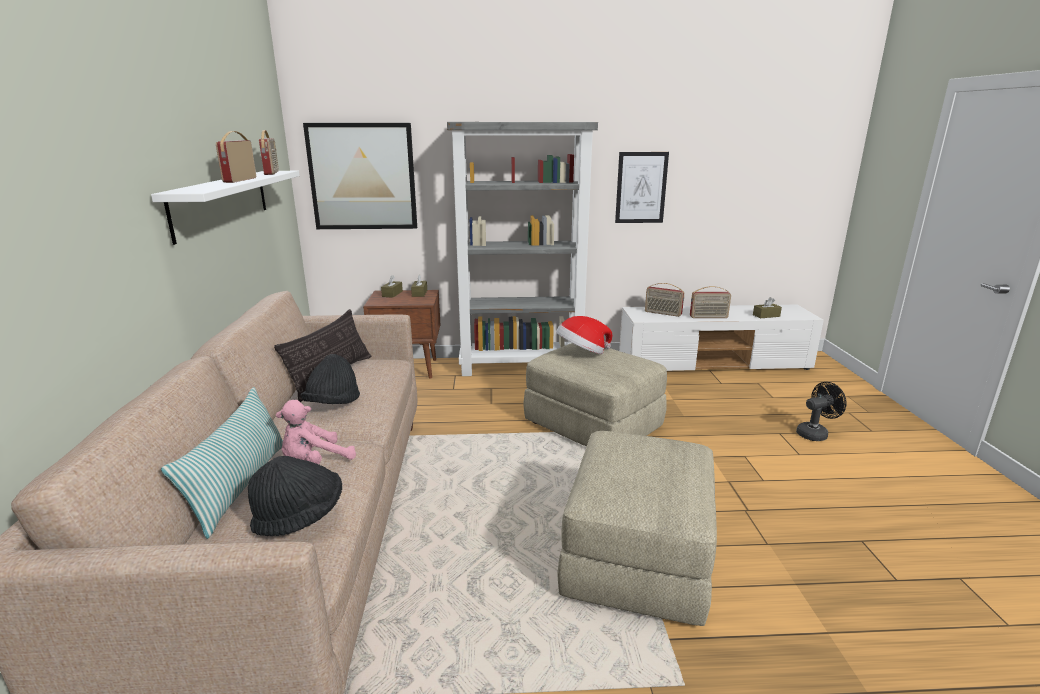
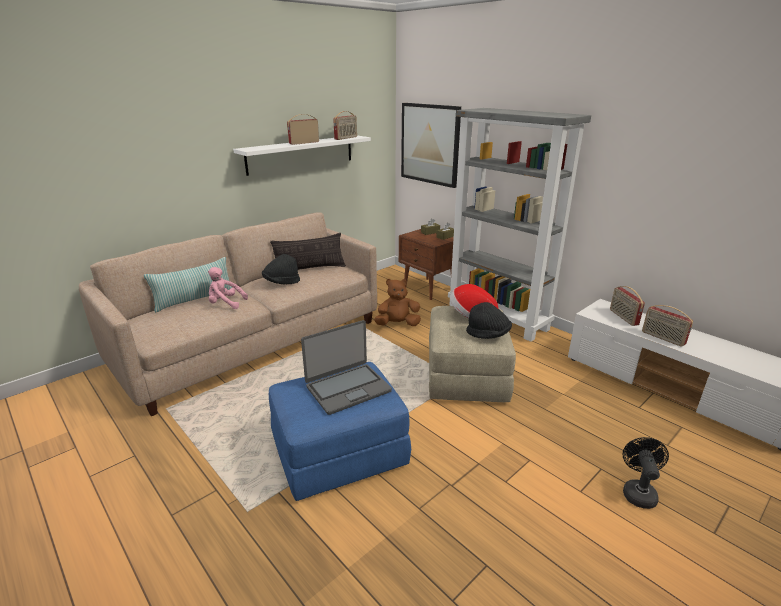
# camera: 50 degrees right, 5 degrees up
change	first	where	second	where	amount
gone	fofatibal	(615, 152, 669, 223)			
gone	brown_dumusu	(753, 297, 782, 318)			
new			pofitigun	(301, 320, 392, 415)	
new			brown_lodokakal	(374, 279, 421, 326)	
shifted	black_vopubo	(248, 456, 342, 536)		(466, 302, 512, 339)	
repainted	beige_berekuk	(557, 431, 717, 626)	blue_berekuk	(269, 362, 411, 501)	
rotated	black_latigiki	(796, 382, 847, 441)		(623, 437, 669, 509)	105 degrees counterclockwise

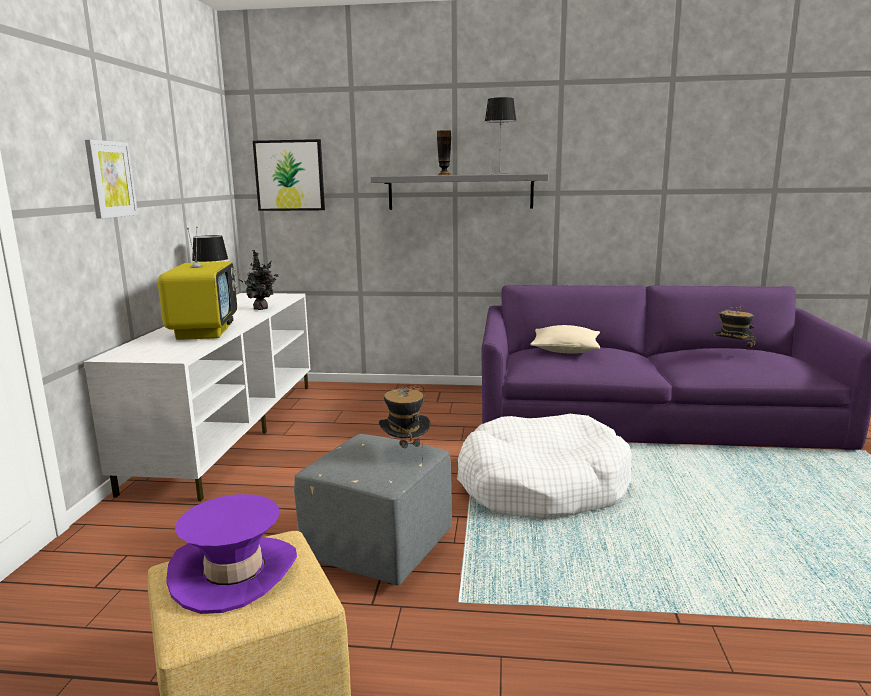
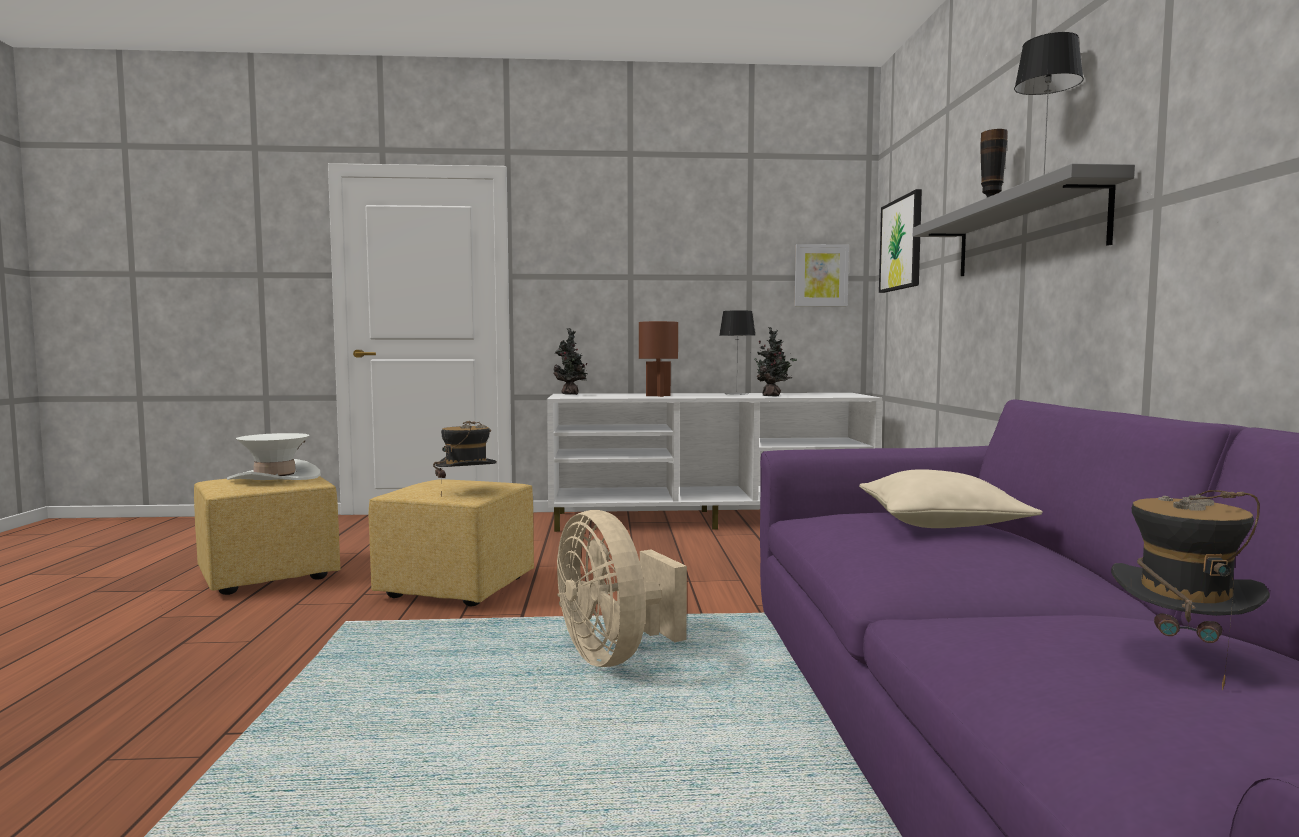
# camera: 80 degrees right, 10 degrees down
change	first	where	second	where	amount
new			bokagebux	(553, 328, 588, 395)	
shifted	fofatibal	(85, 140, 138, 219)		(795, 244, 849, 306)	
swapped	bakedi	(158, 226, 237, 340)	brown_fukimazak	(639, 321, 678, 397)	
swapped	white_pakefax	(457, 414, 632, 519)	beige_latigiki	(557, 510, 687, 667)	
repainted	purple_vopubo	(166, 494, 297, 614)	white_vopubo	(227, 433, 321, 480)	
repainted	grey_berekuk	(294, 434, 452, 585)	yellow_berekuk	(368, 479, 534, 607)	

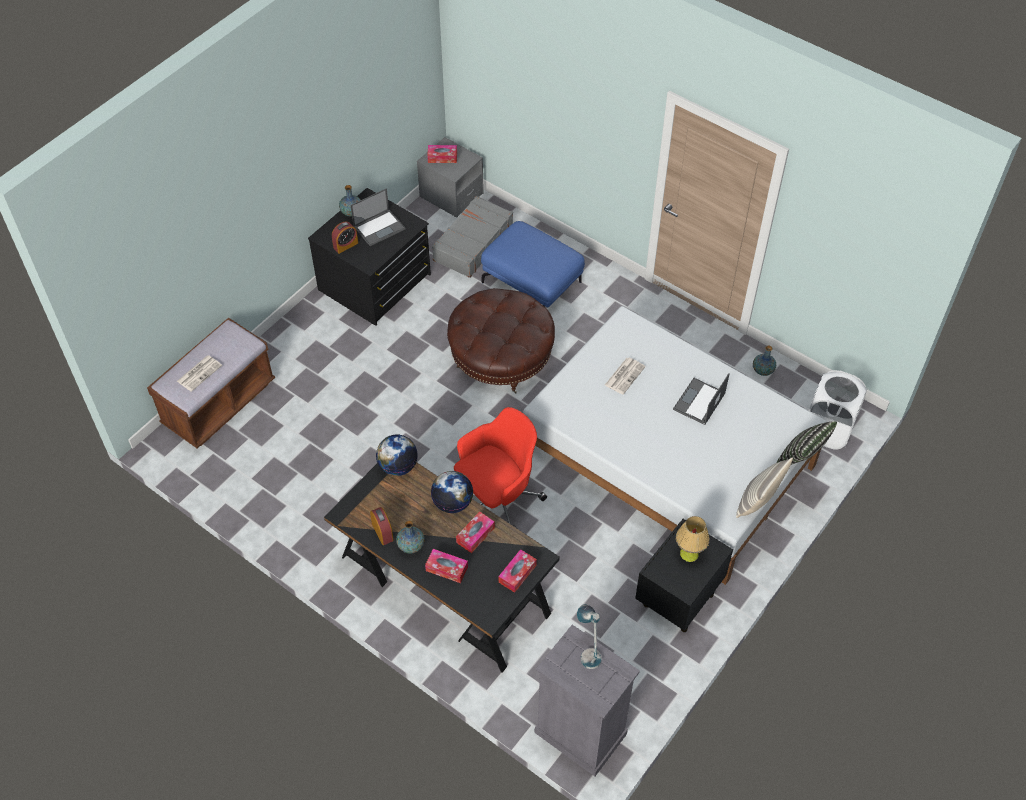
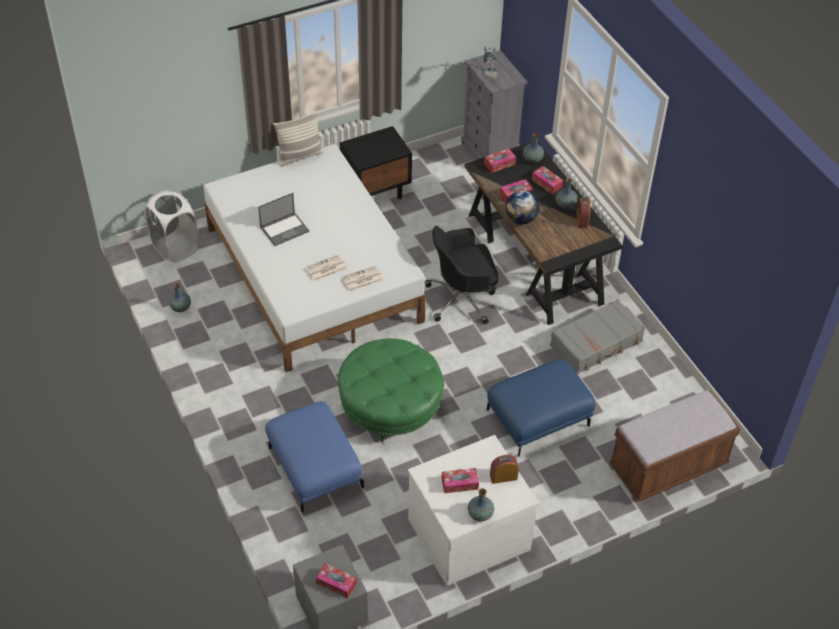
# camera: 155 degrees left, 5 degrees down
change	first	where	second	where	amount
gone	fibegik	(376, 435, 418, 476)			
gone	fukimazak	(676, 516, 710, 562)			
gone	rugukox	(776, 421, 837, 465)			
new			blue_berekuk	(487, 359, 595, 456)	
new			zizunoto	(523, 133, 544, 163)	
shifted	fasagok	(177, 355, 222, 392)		(341, 266, 384, 292)	
shifted	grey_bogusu	(432, 196, 513, 278)		(550, 299, 645, 374)	
swapped	pofitigun	(351, 188, 406, 246)	dumusu	(442, 468, 479, 493)	
repainted	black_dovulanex	(308, 188, 431, 326)	white_dovulanex	(408, 435, 539, 586)	
repainted	brown_berekuk	(447, 288, 555, 393)	green_berekuk	(337, 338, 444, 443)	
repainted	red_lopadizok	(454, 407, 547, 528)	black_lopadizok	(425, 226, 498, 324)	

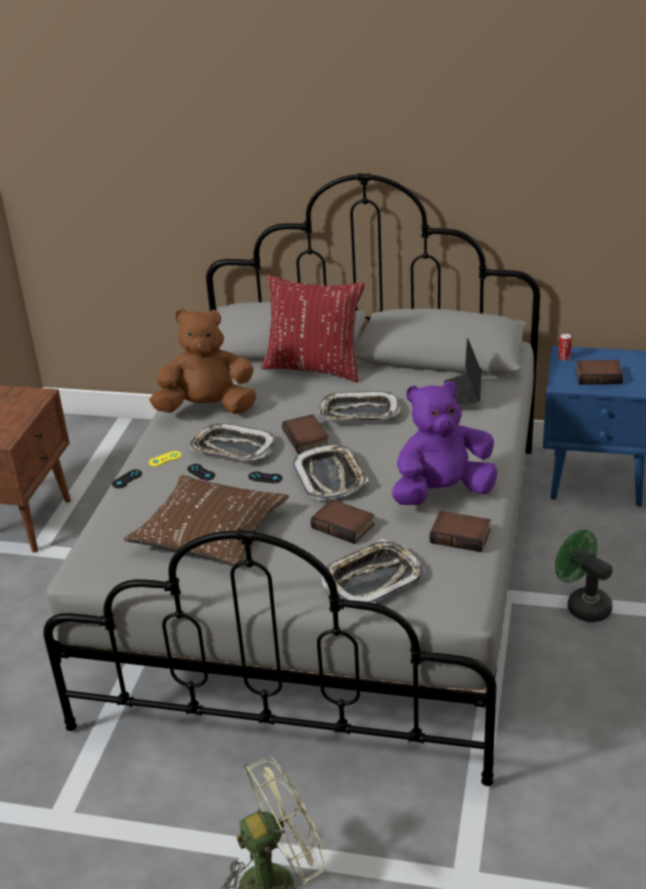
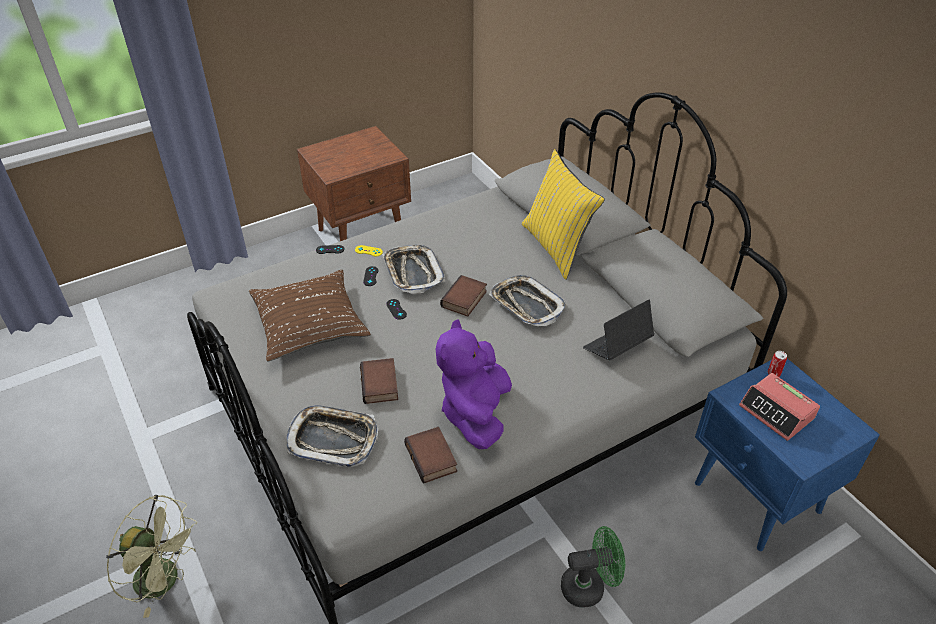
# camera: 45 degrees right, 10 degrees up
change	first	where	second	where	amount
gone	brown_lodokakal	(150, 309, 256, 414)			
gone	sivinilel	(292, 444, 369, 500)			
swapped	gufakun	(576, 360, 623, 385)	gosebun	(739, 373, 820, 441)	
repainted	red_rugukox	(261, 274, 365, 382)	yellow_rugukox	(522, 149, 605, 280)	
rotated	purple_lodokakal	(392, 381, 498, 505)		(436, 319, 512, 449)	105 degrees counterclockwise
rotated	green_latigiki	(555, 530, 612, 622)		(561, 526, 625, 607)	75 degrees clockwise

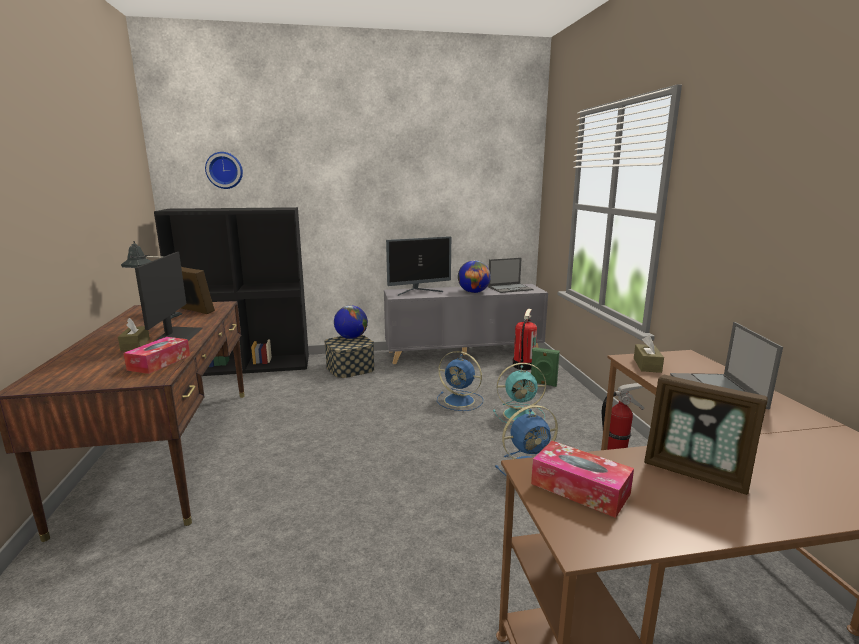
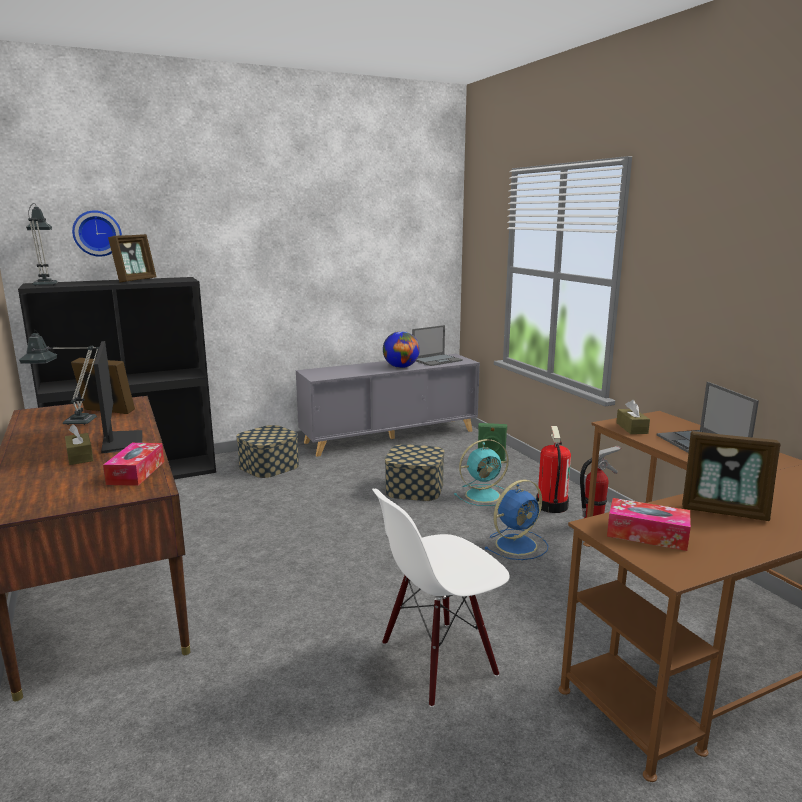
# camera: 15 degrees left, 0 degrees up
change	first	where	second	where	amount
gone	fibegik	(334, 305, 368, 339)			
gone	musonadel	(386, 236, 451, 296)			
new			fukimazak	(26, 203, 58, 286)	
new			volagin	(108, 234, 157, 282)	
new			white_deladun	(372, 489, 509, 707)	
shifted	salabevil	(513, 309, 537, 370)		(536, 426, 571, 513)	
swapped	blue_latigiki	(437, 351, 483, 411)	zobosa	(385, 444, 445, 501)	

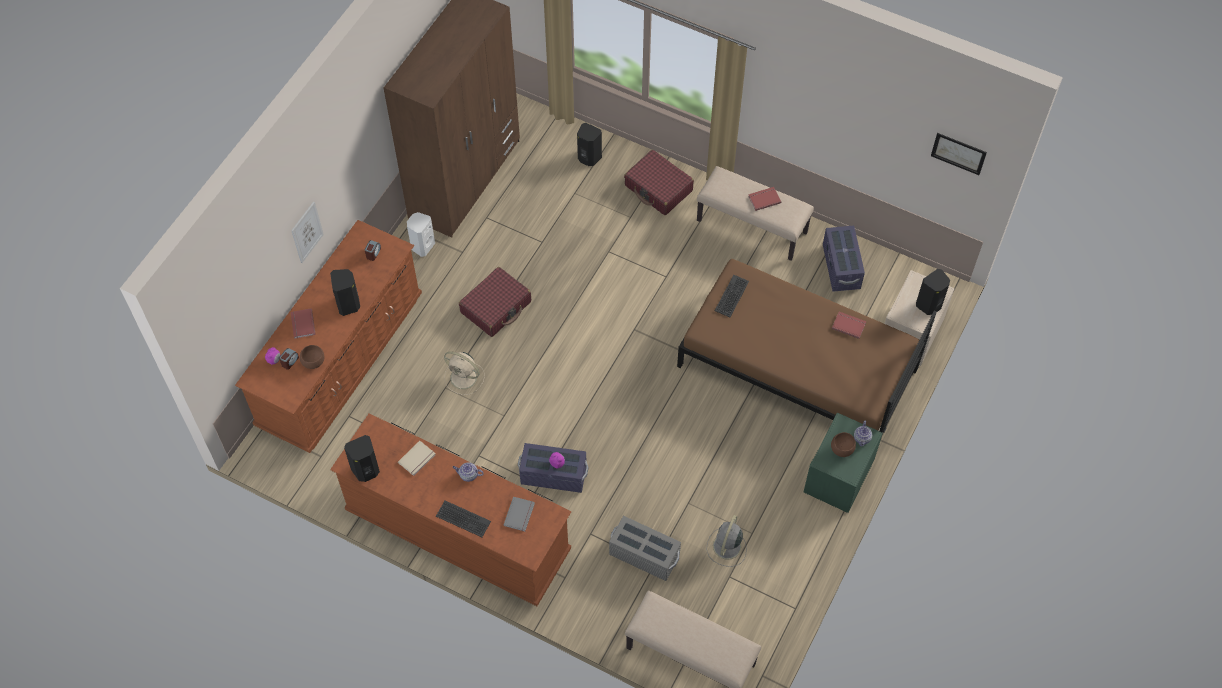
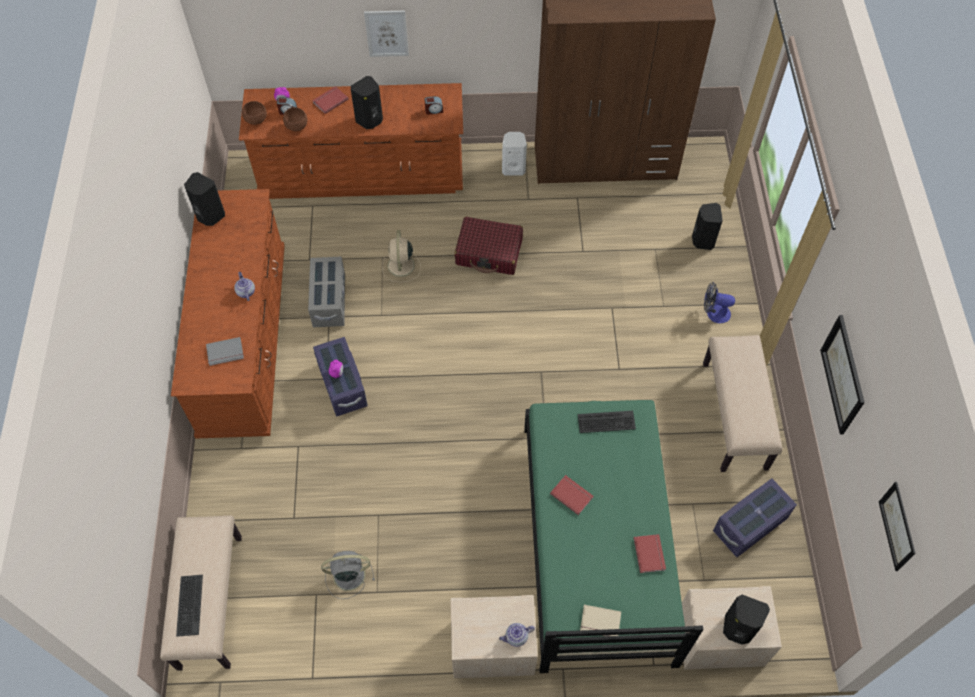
# camera: 60 degrees right, 0 degrees up
change	first	where	second	where	amount
new			fofatibal	(820, 315, 865, 435)	
shifted	beige_gufakun	(398, 441, 436, 476)		(580, 605, 621, 636)	
shifted	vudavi	(436, 501, 491, 537)		(176, 575, 203, 637)	
shifted	grey_zobosa	(609, 516, 681, 581)		(308, 257, 345, 327)	
shifted	red_gufakun	(748, 187, 781, 211)		(550, 475, 593, 515)	
shifted	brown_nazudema	(831, 432, 856, 457)		(242, 101, 267, 125)	
swapped	red_bogusu	(624, 150, 694, 215)	latigiki	(704, 282, 735, 323)	
repainted	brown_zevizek	(677, 259, 937, 433)	green_zevizek	(524, 400, 704, 673)	
repainted	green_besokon	(804, 413, 883, 513)	beige_besokon	(451, 595, 538, 678)	

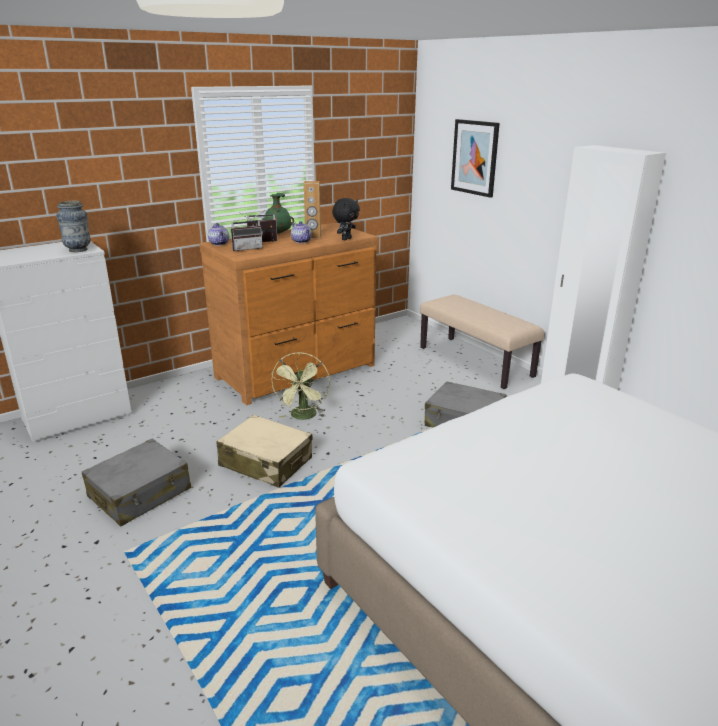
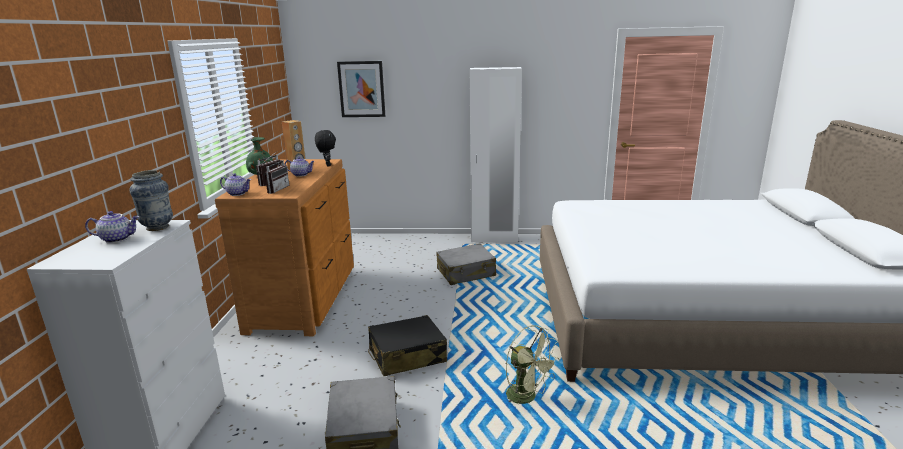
# camera: 50 degrees left, 5 degrees down
change	first	where	second	where	amount
gone	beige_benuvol	(420, 295, 544, 389)			
new			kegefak	(85, 211, 139, 243)	
shifted	green_latigiki	(271, 352, 330, 420)		(506, 325, 560, 404)	
repainted	beige_bogusu	(217, 415, 312, 488)	black_bogusu	(368, 315, 447, 376)	

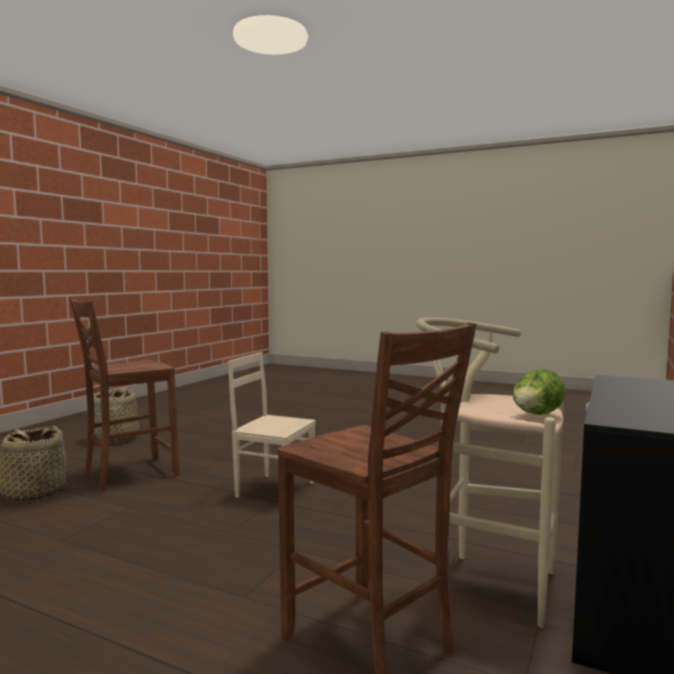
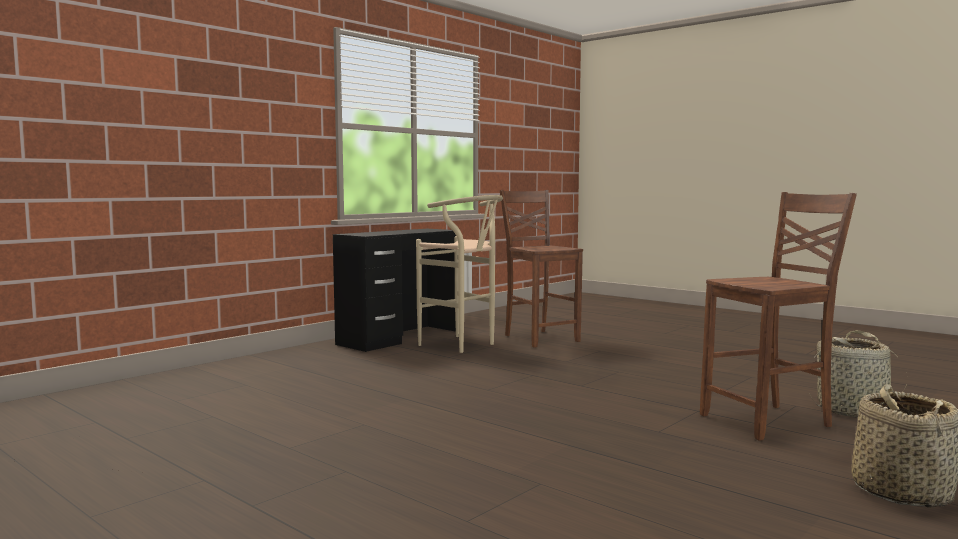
# camera: 165 degrees left, 0 degrees up
change	first	where	second	where	amount
gone	beige_deladun	(228, 352, 316, 498)			
gone	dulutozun	(513, 369, 566, 415)			

